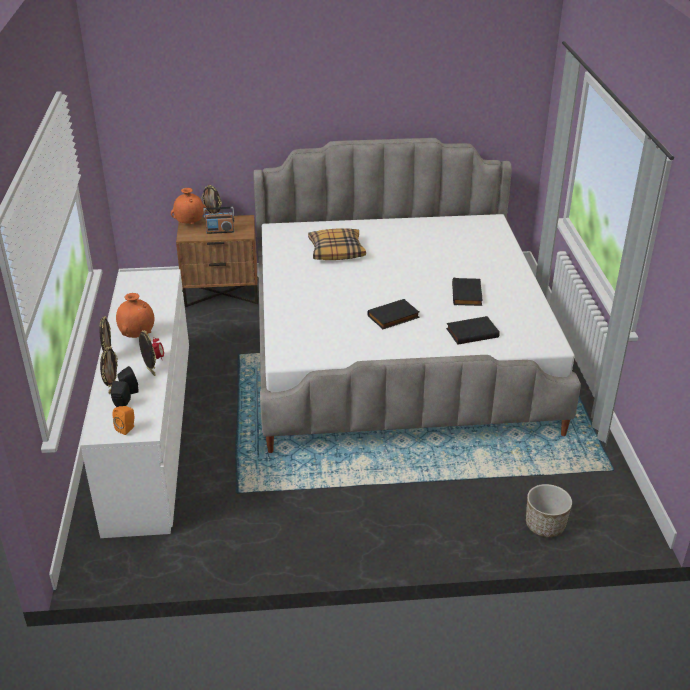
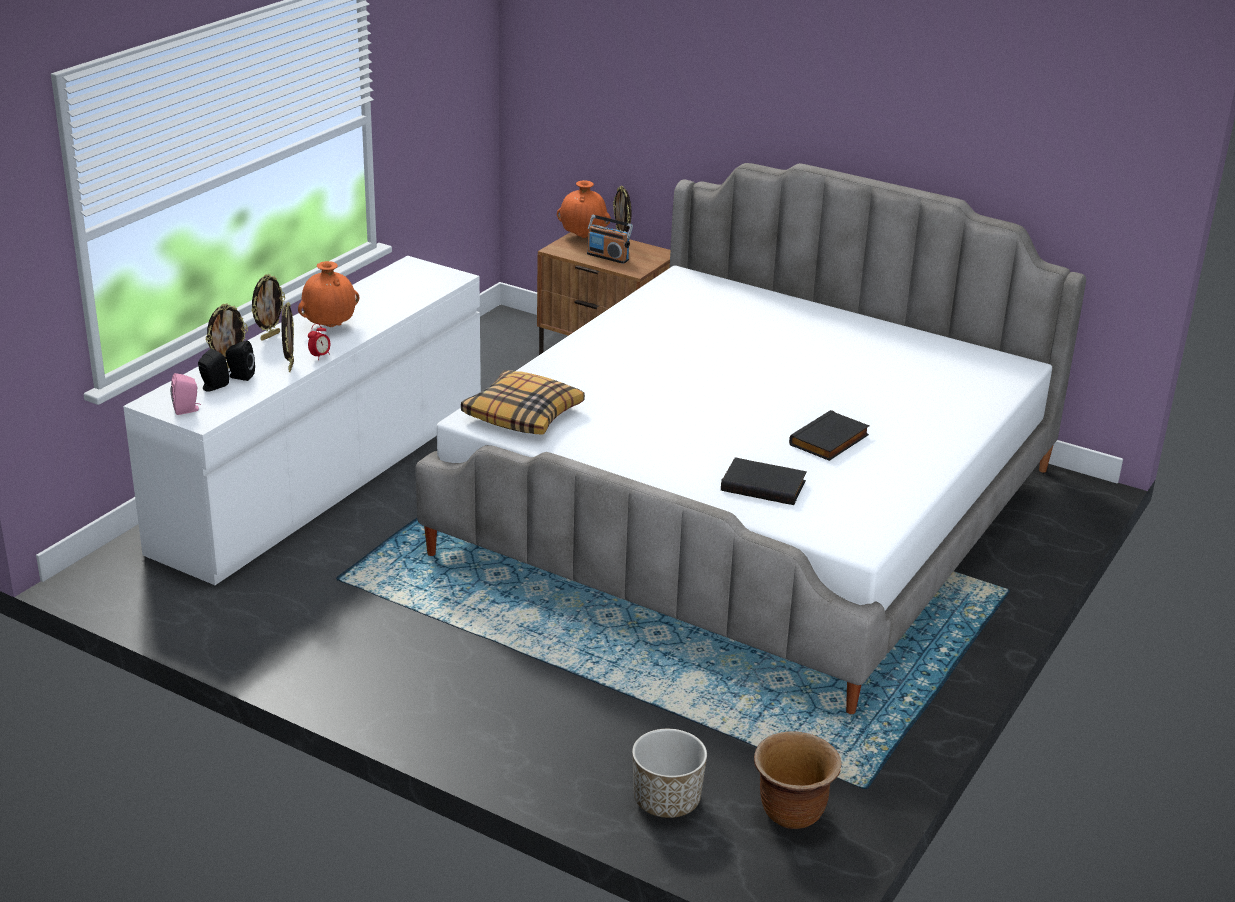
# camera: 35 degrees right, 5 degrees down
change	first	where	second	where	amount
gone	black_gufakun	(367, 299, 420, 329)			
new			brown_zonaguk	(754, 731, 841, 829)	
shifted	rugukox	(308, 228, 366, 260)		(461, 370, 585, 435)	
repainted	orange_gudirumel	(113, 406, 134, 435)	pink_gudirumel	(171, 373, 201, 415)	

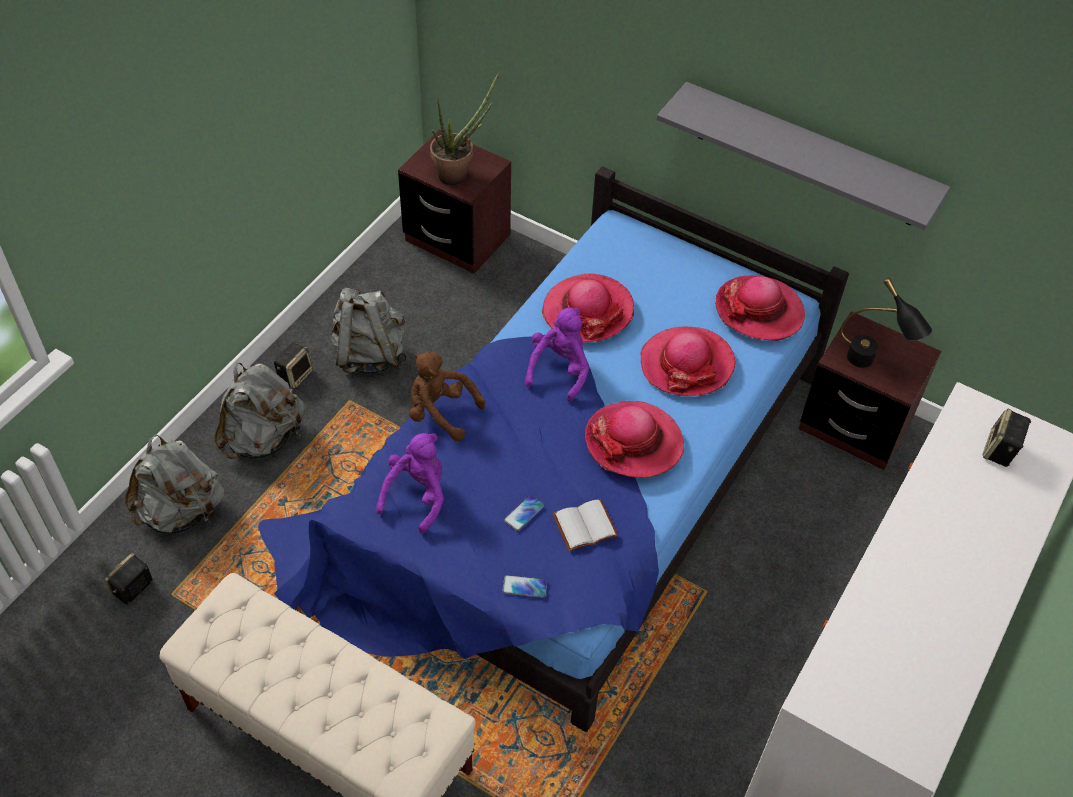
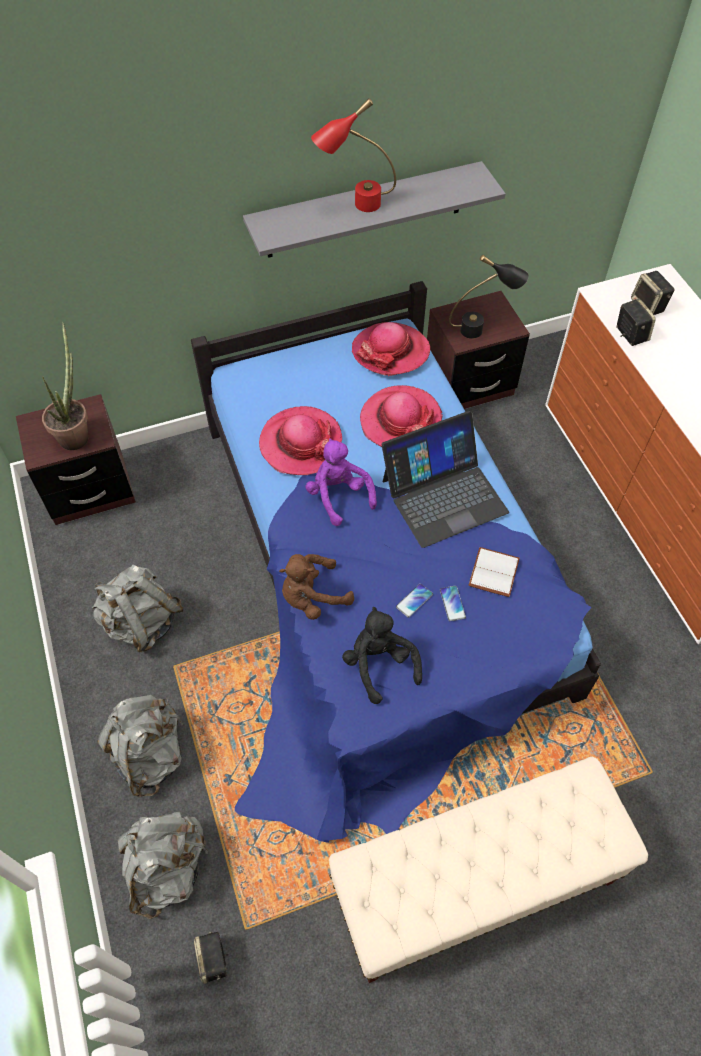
# camera: 50 degrees left, 5 degrees up
change	first	where	second	where	amount
new			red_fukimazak	(311, 98, 396, 212)	
shifted	gudirumel	(274, 342, 313, 389)		(616, 298, 656, 346)	
shifted	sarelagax	(502, 575, 547, 598)		(396, 584, 433, 618)	
swapped	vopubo	(585, 401, 684, 478)	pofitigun	(382, 411, 509, 548)	
repainted	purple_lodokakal	(376, 433, 444, 534)	black_lodokakal	(342, 607, 422, 704)	

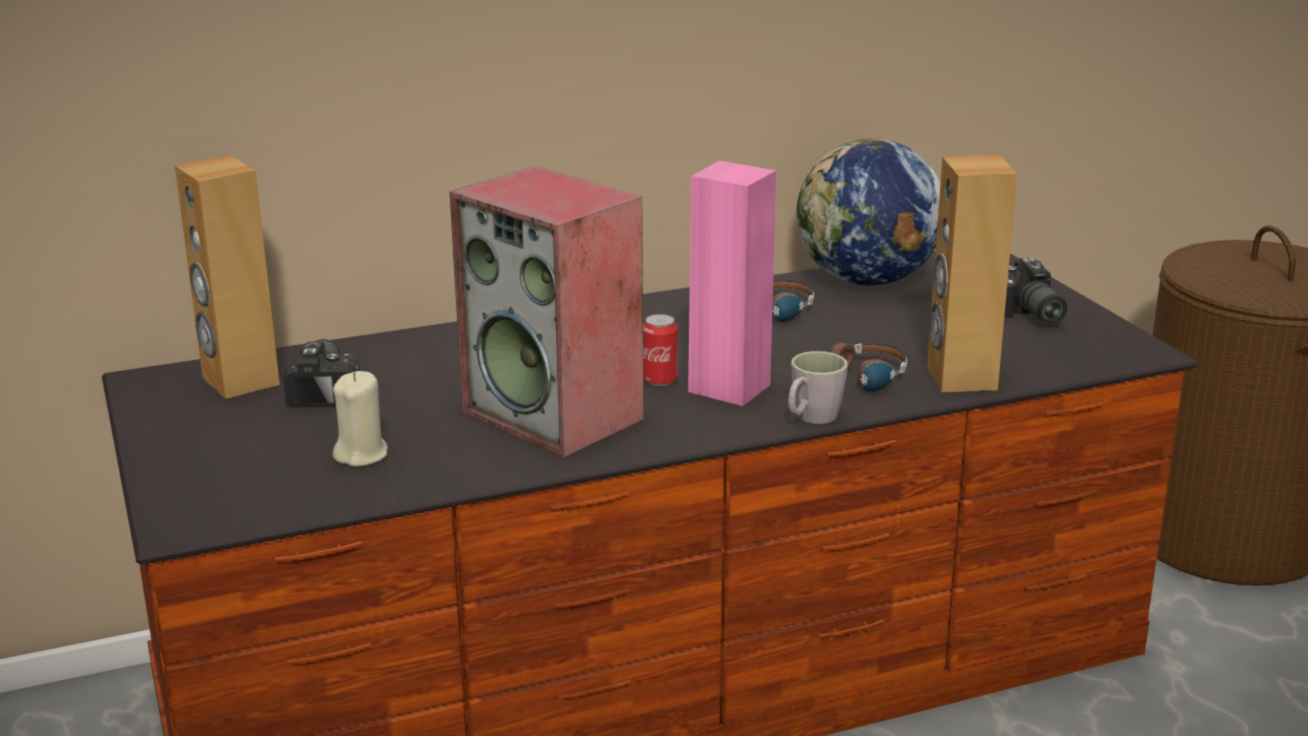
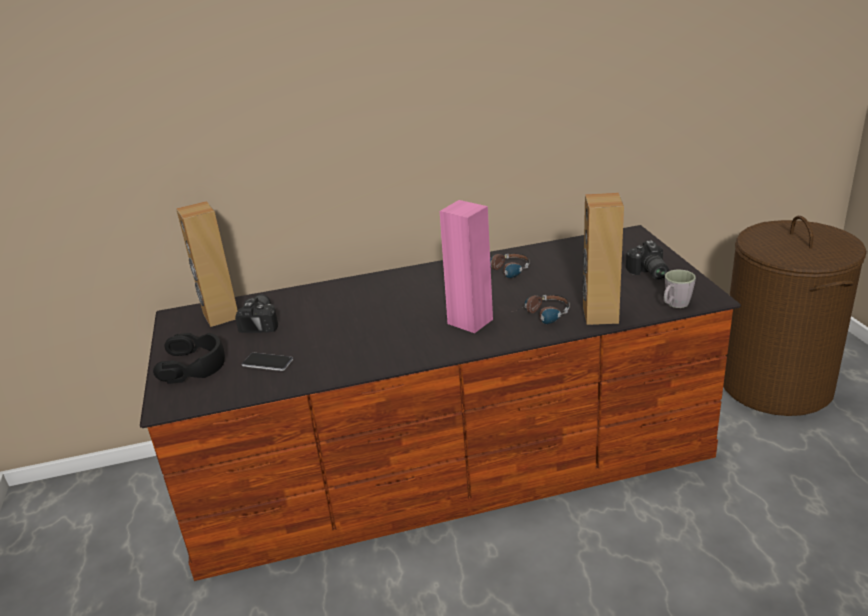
# camera: 10 degrees right, 5 degrees up
change	first	where	second	where	amount
gone	gudirumel	(450, 166, 644, 458)			
gone	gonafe	(643, 314, 678, 386)			
gone	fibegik	(796, 138, 940, 286)			
new			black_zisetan	(153, 333, 225, 384)	
shifted	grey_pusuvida	(788, 351, 848, 424)		(664, 270, 696, 308)	
swapped	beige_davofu	(332, 371, 388, 467)	sarelagax	(242, 353, 293, 371)	

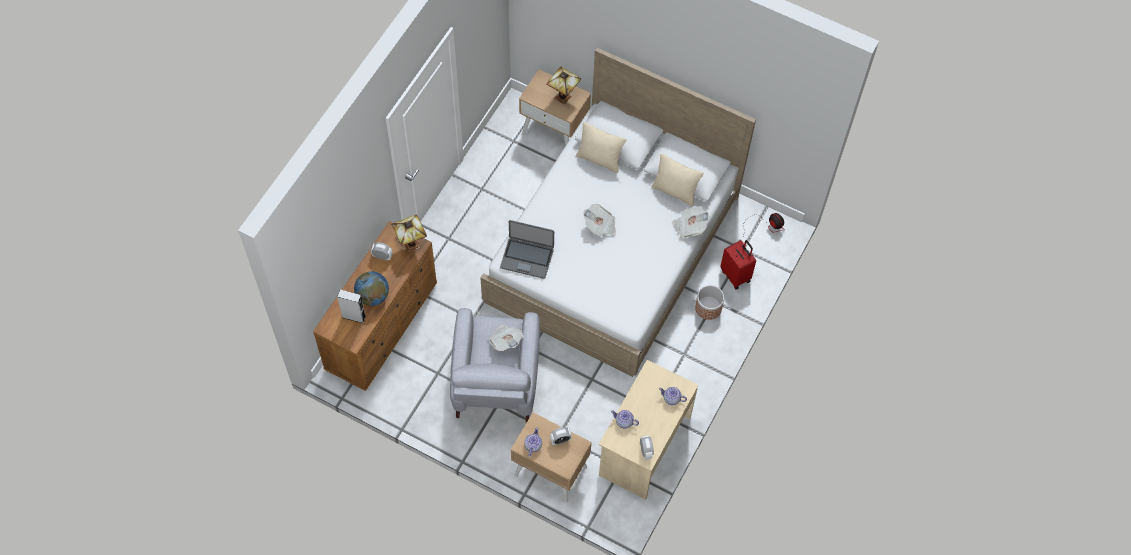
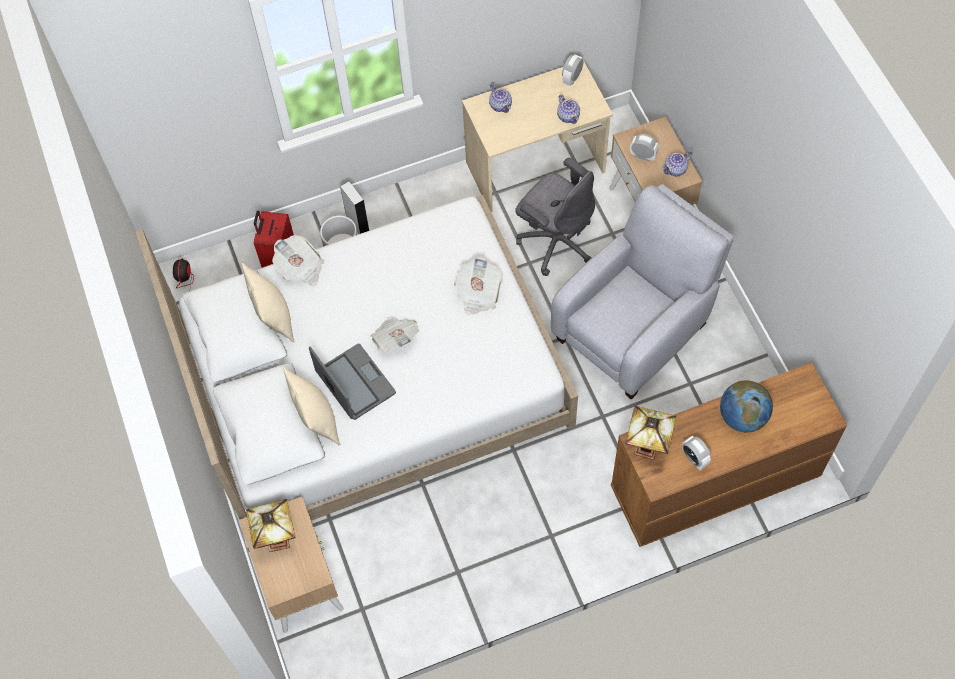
# camera: 135 degrees left, 0 degrees up
change	first	where	second	where	amount
new			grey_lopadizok	(515, 158, 595, 276)	
shifted	grey_gudirumel	(337, 290, 366, 323)		(340, 181, 369, 234)	
shifted	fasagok	(488, 325, 524, 351)		(454, 257, 503, 315)	
shifted	pofitigun	(500, 220, 554, 279)		(309, 344, 396, 420)	

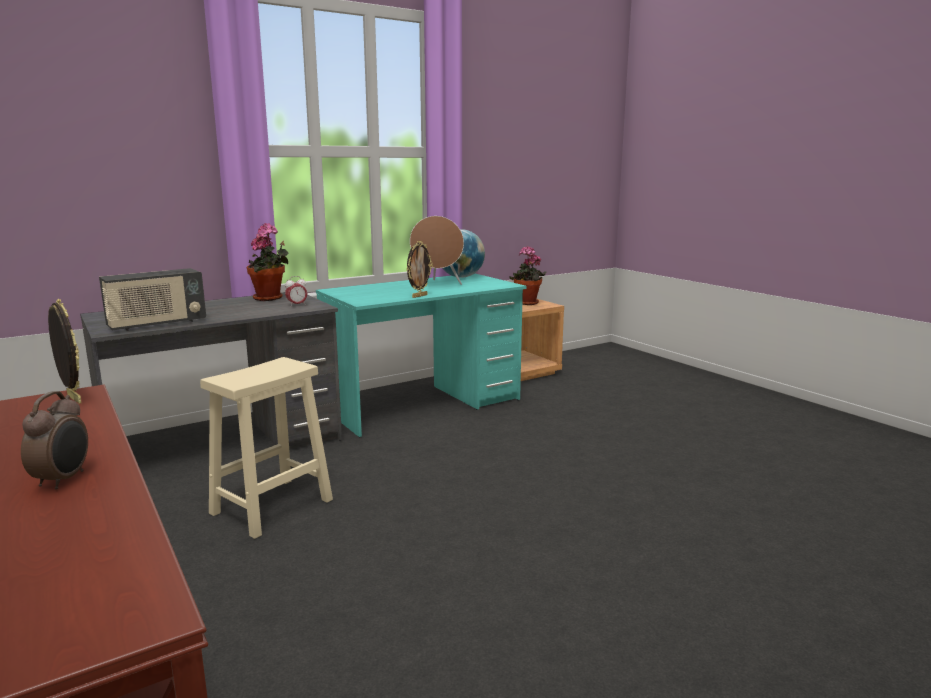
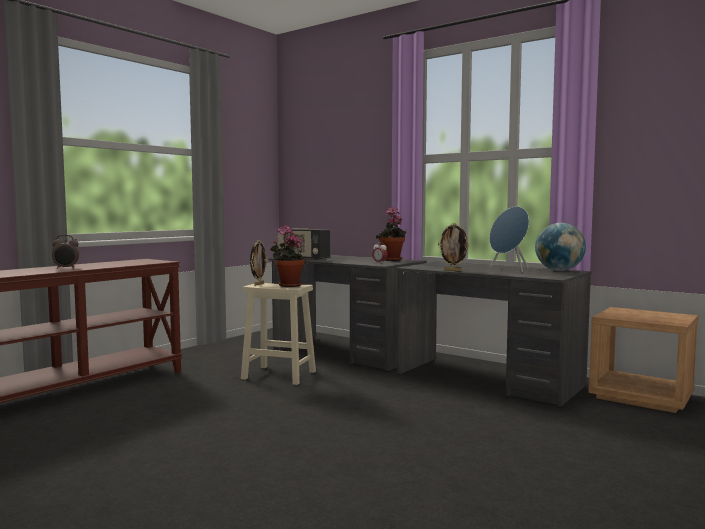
# camera: 70 degrees right, 10 degrees down
change	first	where	second	where	amount
shifted	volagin	(48, 299, 82, 404)		(250, 240, 267, 286)	
shifted	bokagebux	(510, 246, 547, 305)		(270, 225, 305, 287)	
repainted	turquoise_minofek	(316, 273, 527, 437)	grey_minofek	(395, 262, 592, 407)	
repainted	brown_gudirumel	(410, 216, 464, 285)	blue_gudirumel	(489, 206, 529, 272)	

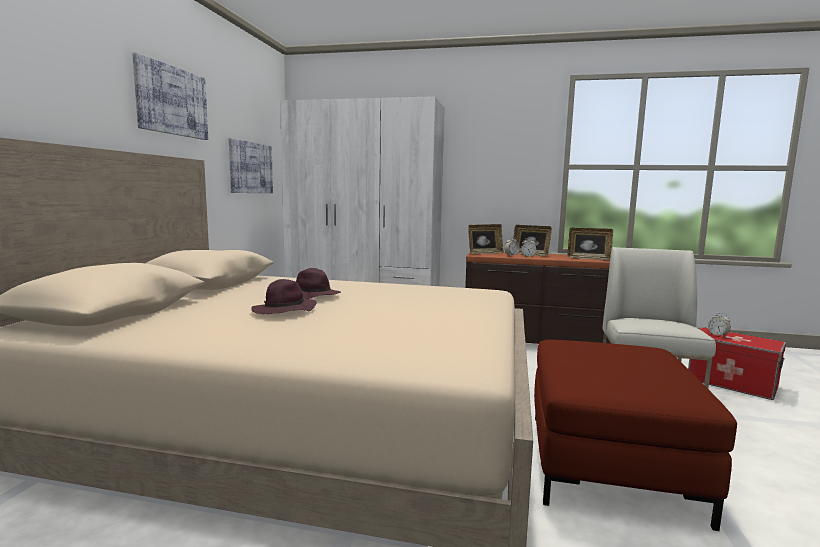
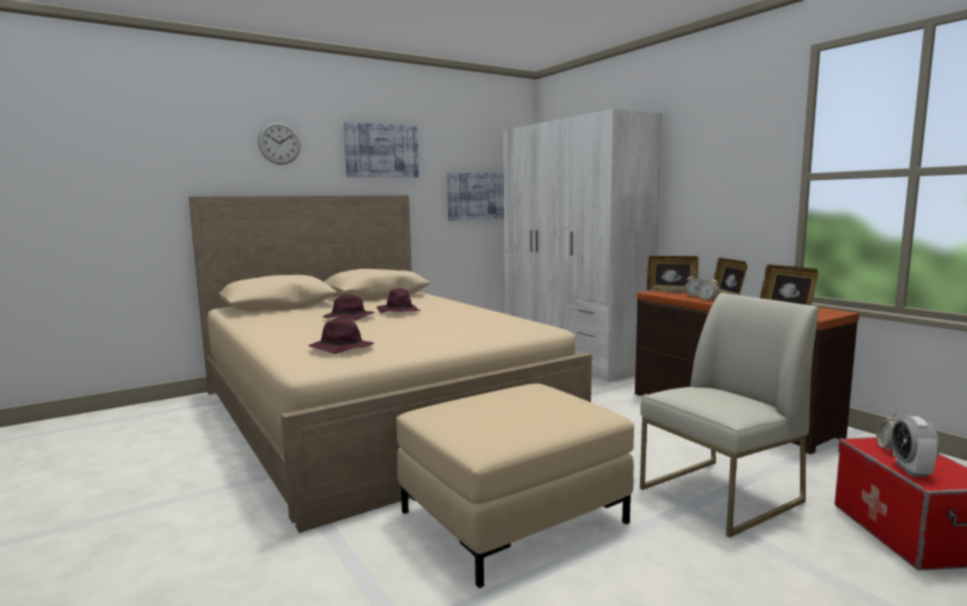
# camera: 45 degrees right, 0 degrees up
change	first	where	second	where	amount
new			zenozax	(258, 122, 301, 165)	
new			purple_vopubo	(309, 318, 374, 354)	
new			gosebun	(892, 416, 939, 477)	
repainted	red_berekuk	(534, 340, 737, 531)	beige_berekuk	(396, 383, 634, 588)	

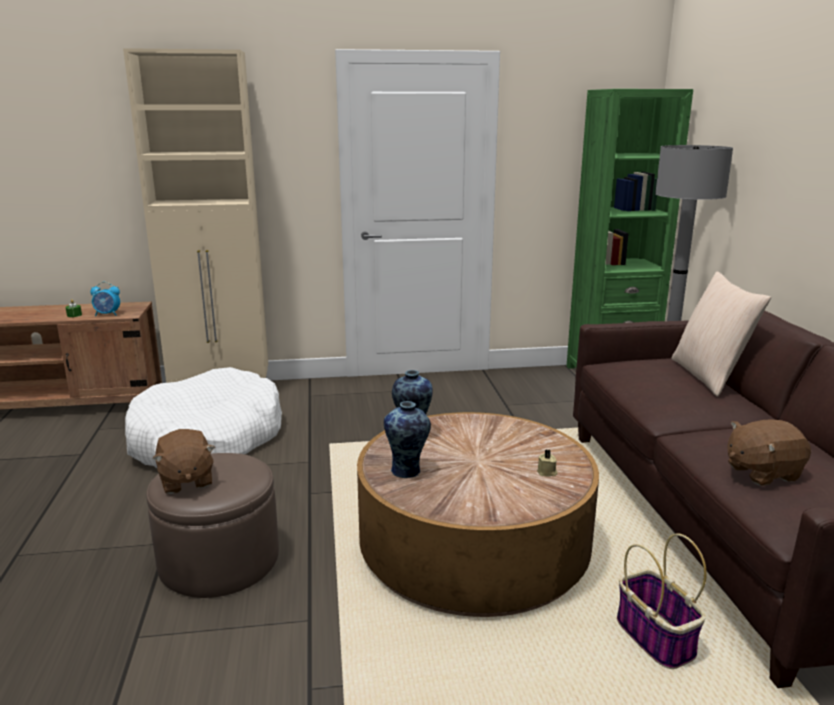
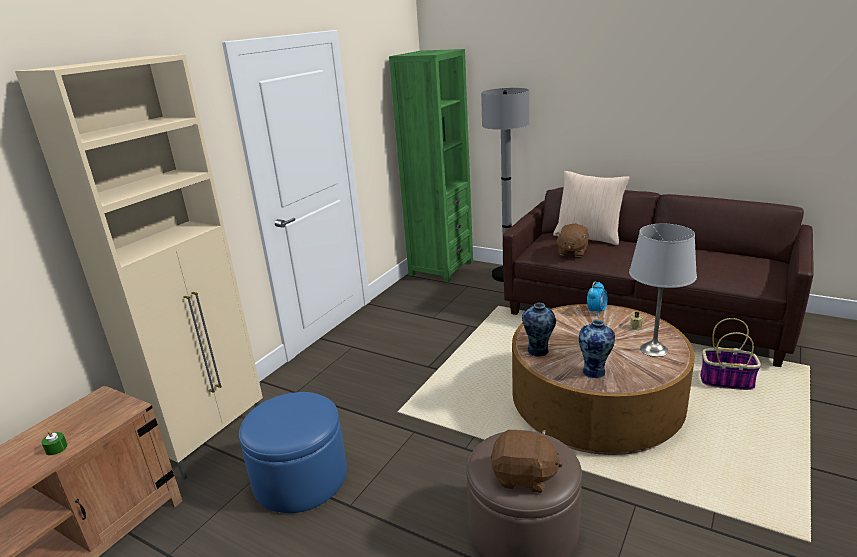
# camera: 50 degrees left, 5 degrees up
change	first	where	second	where	amount
new			grey_fukimazak	(629, 224, 697, 357)	
shifted	gosebun	(90, 282, 120, 316)		(587, 282, 608, 316)	
shifted	brown_lodokakal	(727, 419, 811, 486)		(555, 224, 589, 257)	
swapped	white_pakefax	(125, 367, 282, 469)	blue_berekuk	(239, 392, 347, 513)	

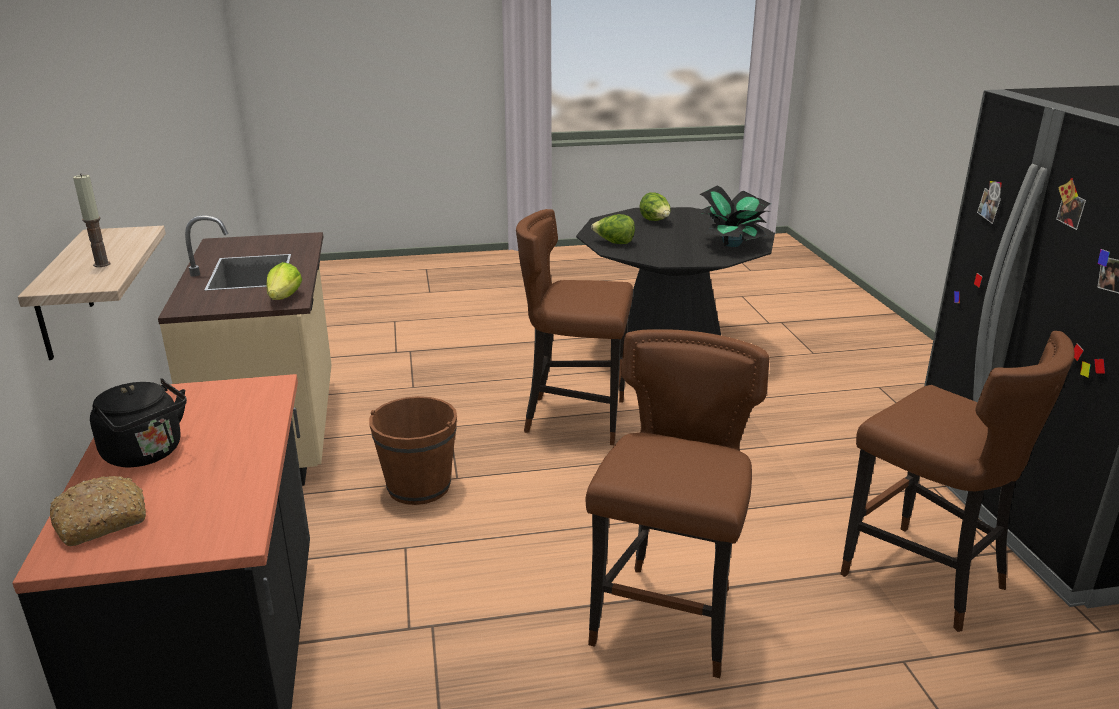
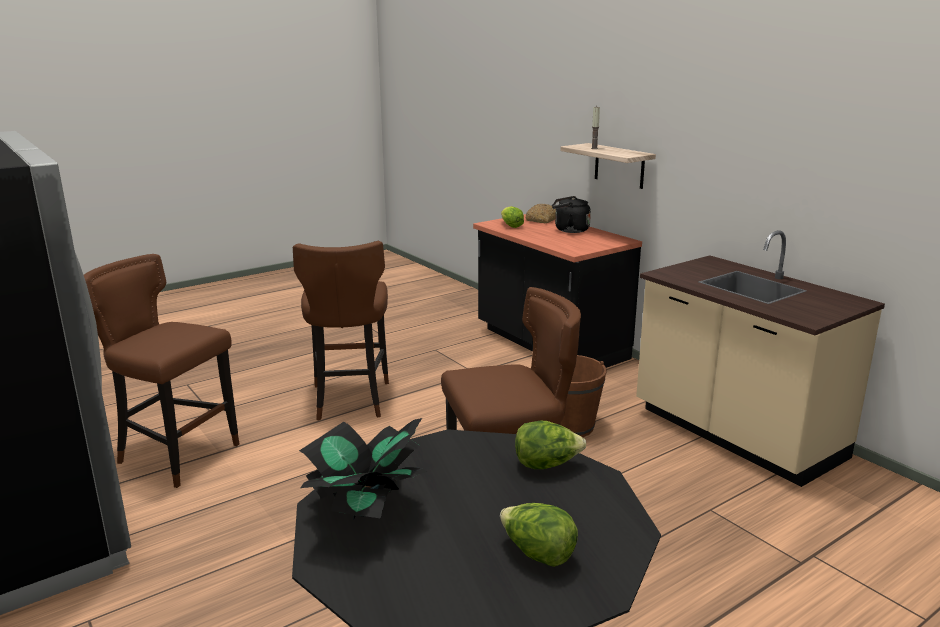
# camera: 155 degrees right, 5 degrees down
change	first	where	second	where	amount
shifted	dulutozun	(267, 262, 302, 300)		(501, 206, 524, 228)	

